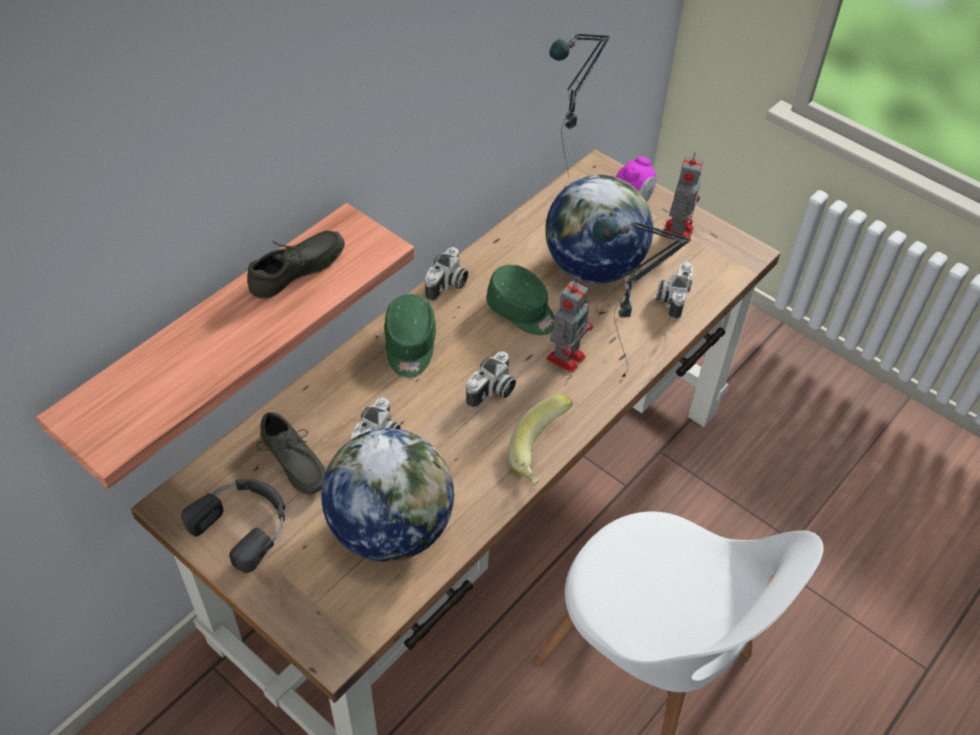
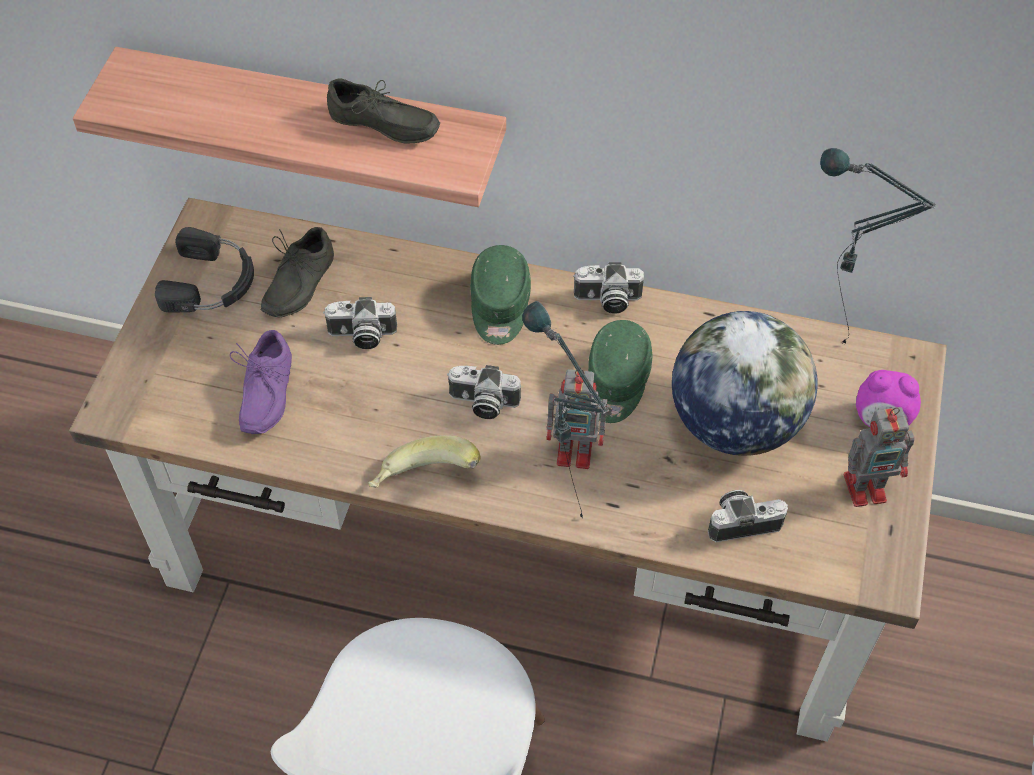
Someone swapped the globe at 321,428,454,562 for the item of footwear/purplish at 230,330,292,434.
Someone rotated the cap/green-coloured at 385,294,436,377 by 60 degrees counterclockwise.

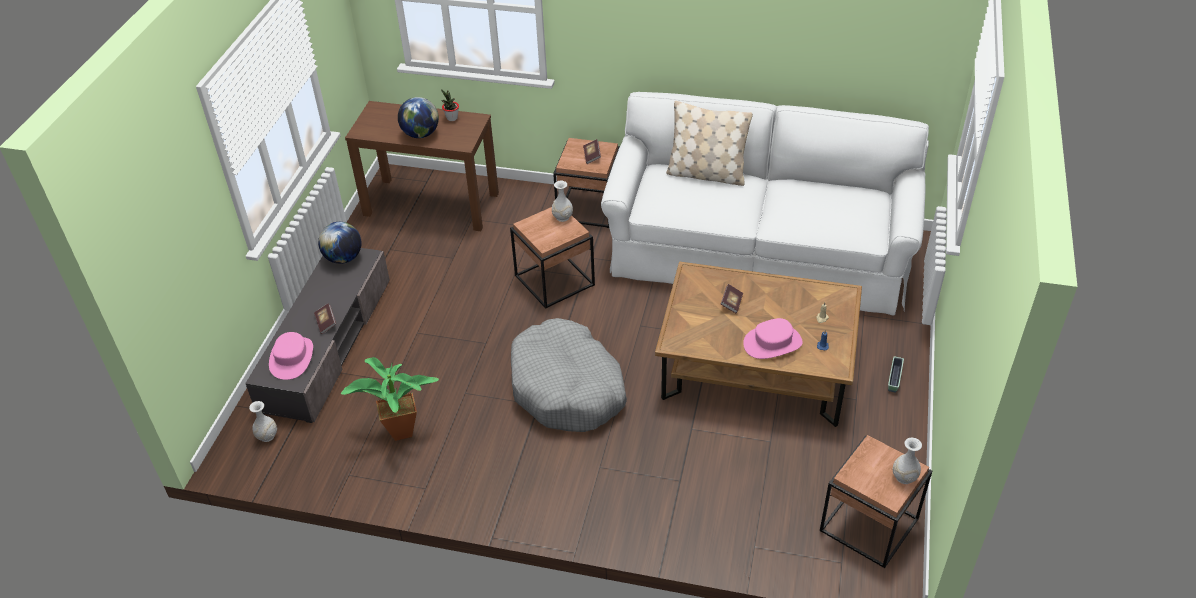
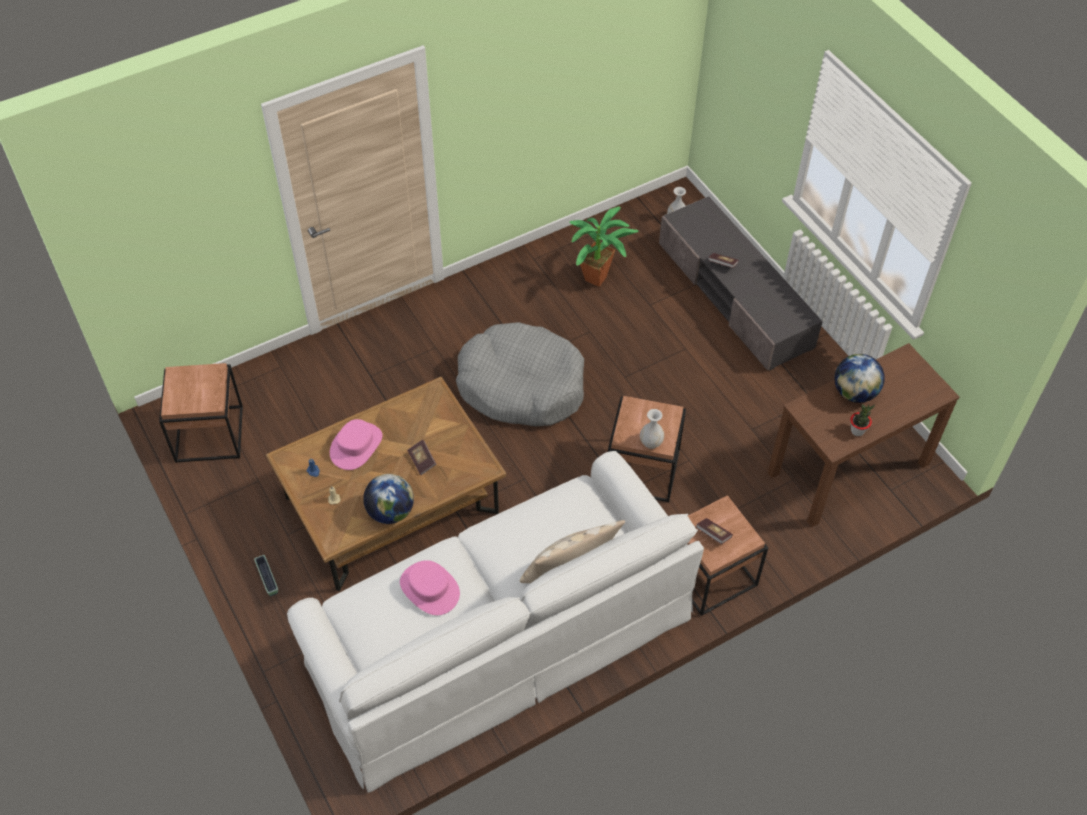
Someone carried the globe from 318,222,361,264 to 363,474,414,524.
Someone carried the wearable hat/pinkish from 269,332,313,380 to 400,560,460,615.
Someone took away the vase/white-coloured at 893,438,922,484.

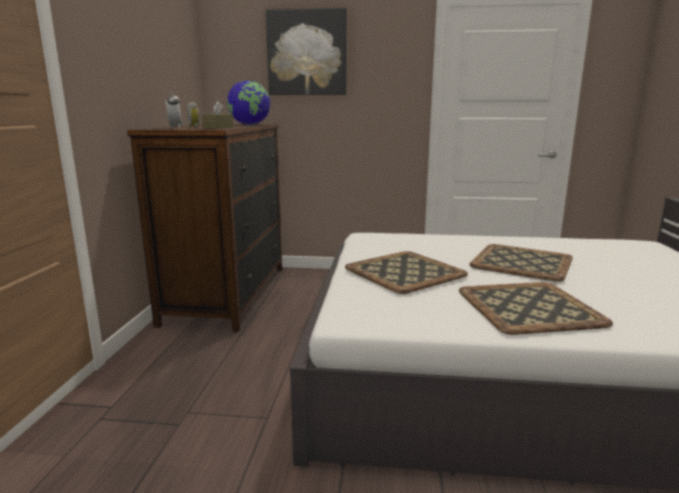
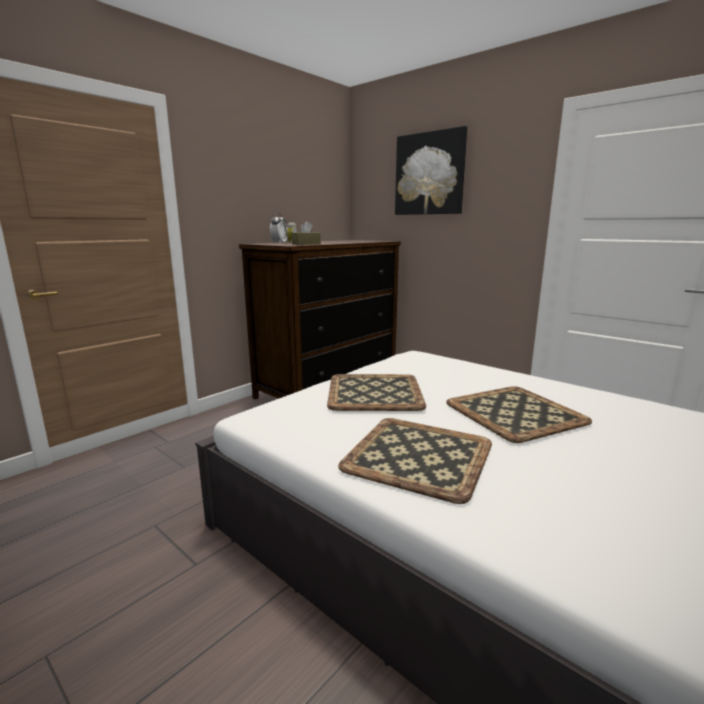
Someone took away the globe at 227,80,270,125.

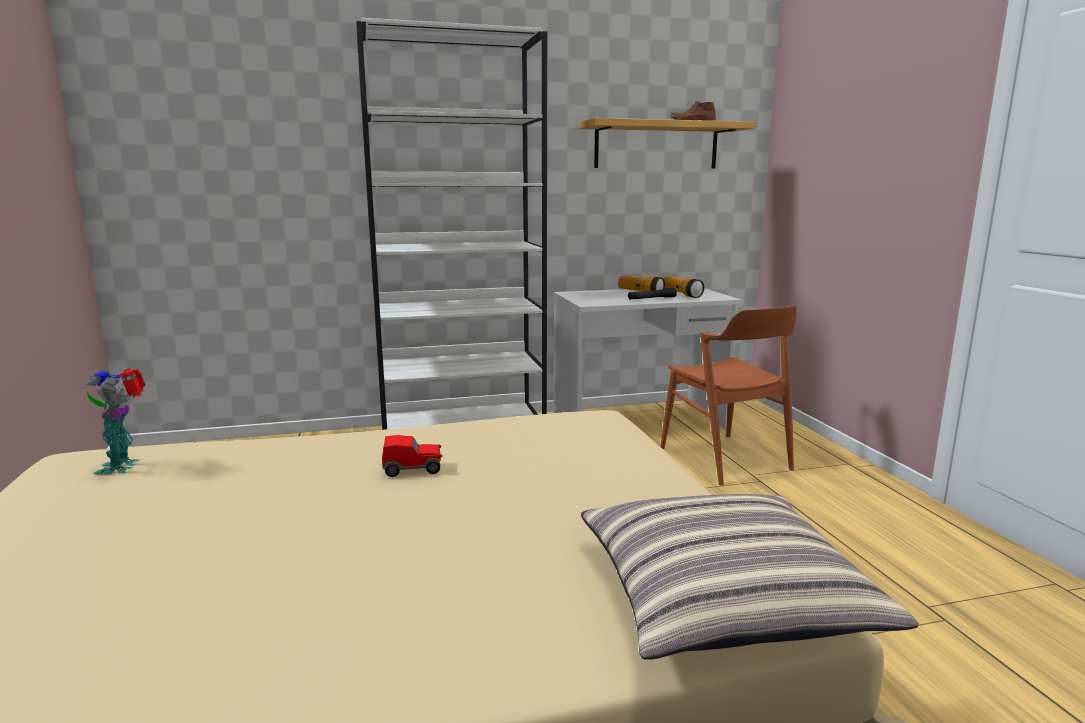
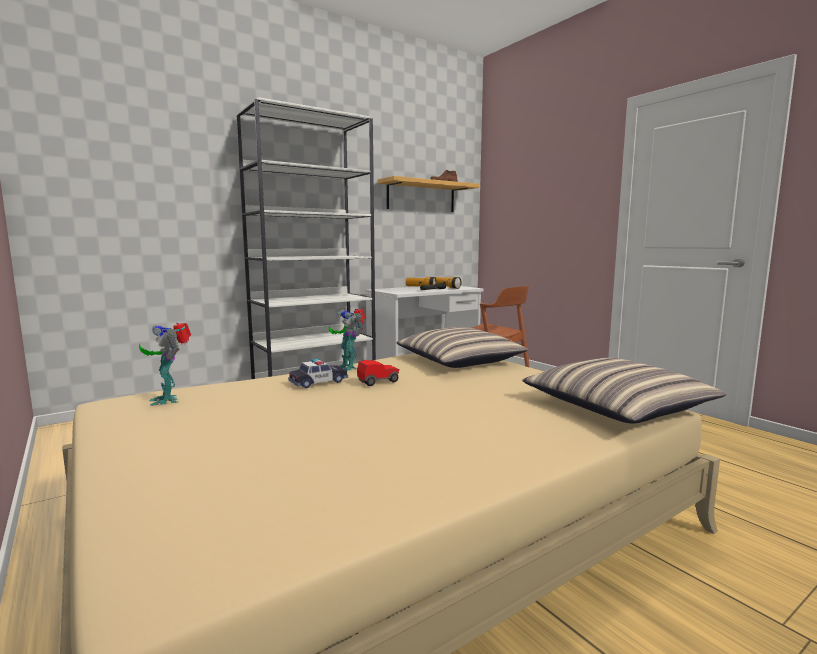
Someone put down the miniature car at 288,359,348,388.
Someone put down the toy robot at 329,309,365,371.
Someone put down the throw pillow at 396,327,528,368.

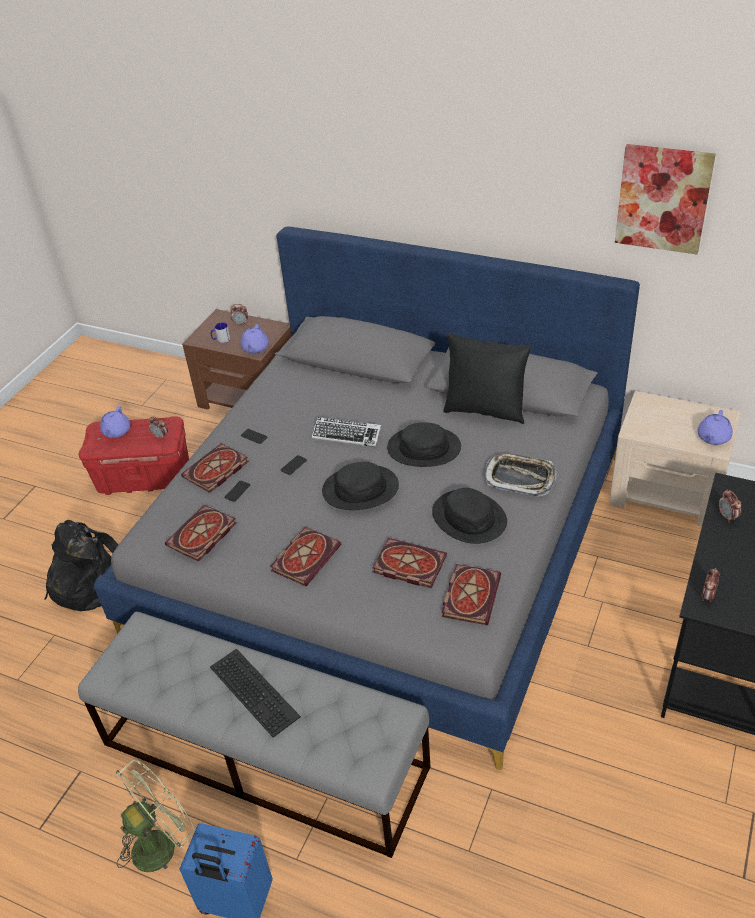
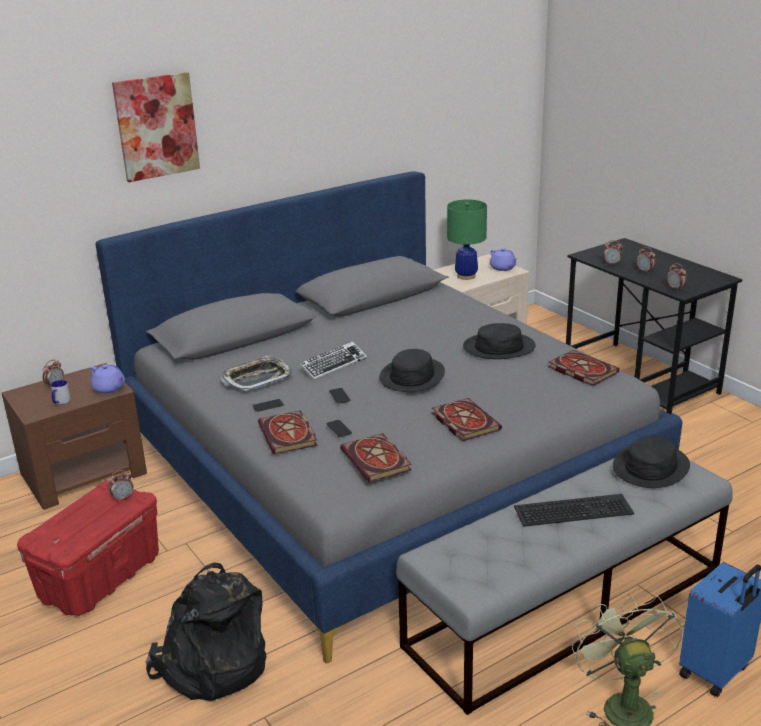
Someone carried the picture from 615,144,716,255 to 112,72,200,182.
Someone carried the serving tray from 485,453,556,496 to 221,356,293,391.
Someone put down the table lamp/green-coloured at 447,200,487,280.
Someone carried the wearable hat/black from 387,422,461,467 to 613,436,690,488.
Someone put down the table clock at 636,247,656,272.
Someone took away the tea pot/purplish at 100,406,130,438.
Someone took away the bound book at 372,538,447,588.
Someone took away the throw pillow/black at 443,333,532,424.

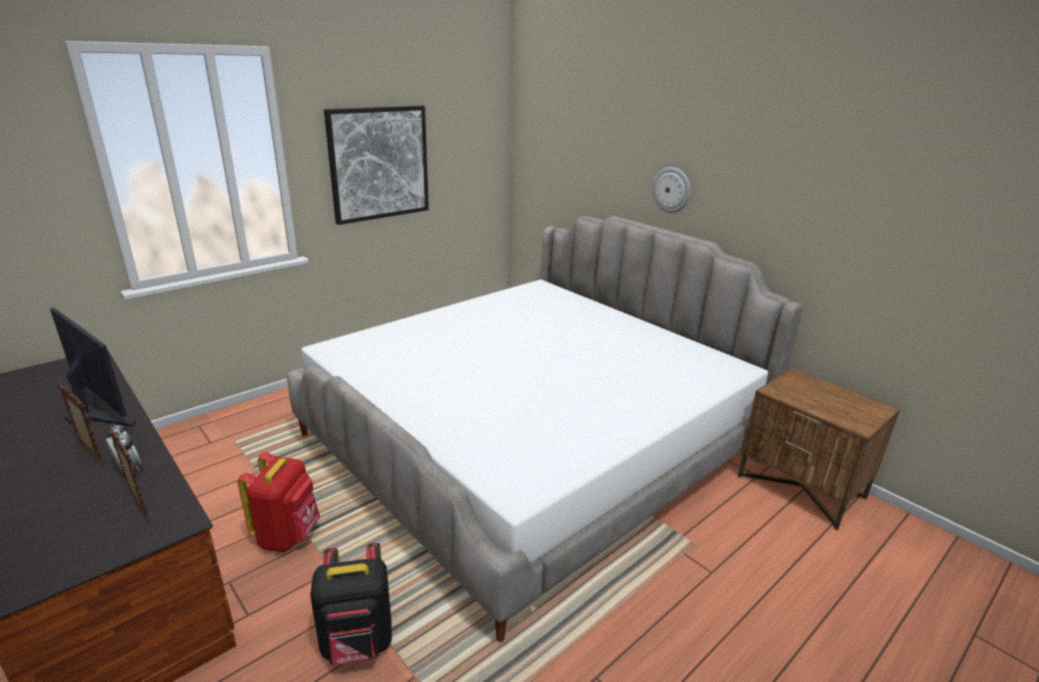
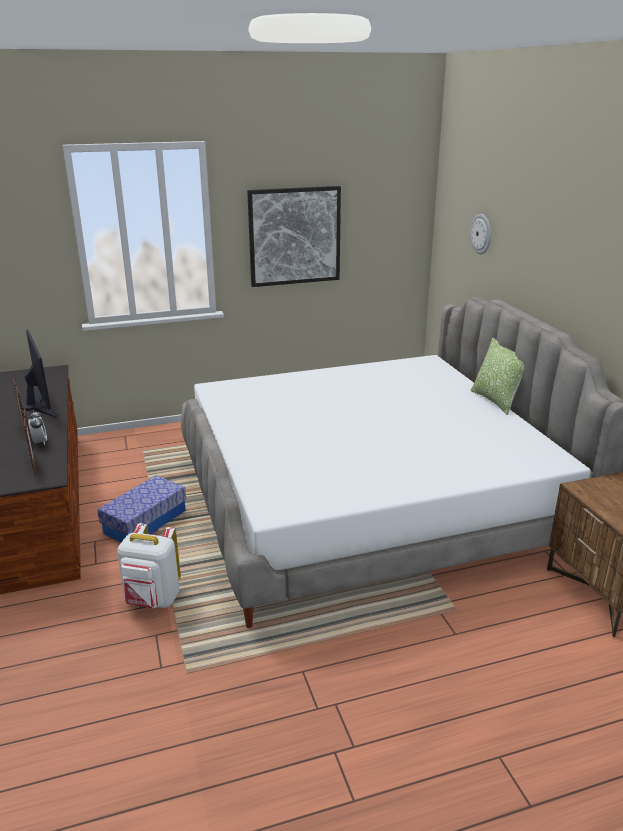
Someone swapped the rucksack/red-coloured at 237,452,320,552 for the storage box at 97,475,186,542.
Someone repainted the rucksack/black at 310,543,392,665, which became the rucksack/white-coloured at 117,523,181,609.
Someone carried the hanging clock from 652,167,690,213 to 470,214,491,254.
Someone put down the throw pillow at 470,338,524,415.

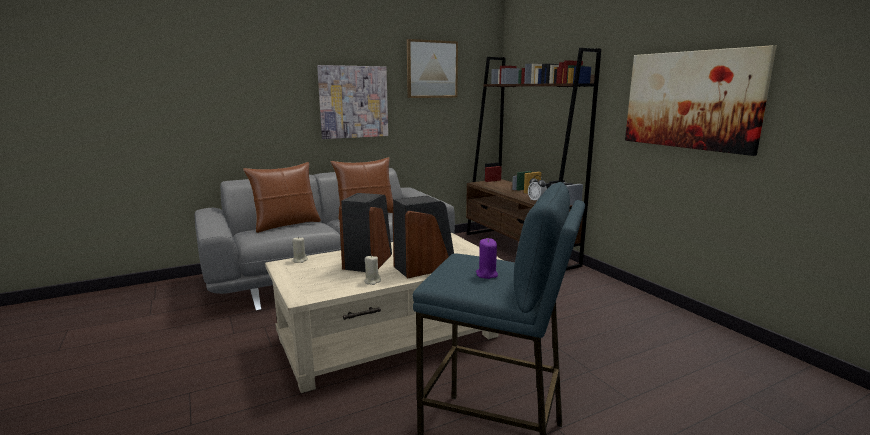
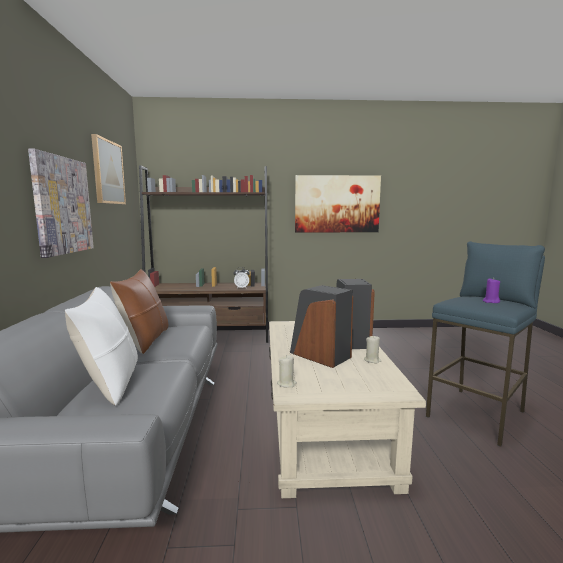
Someone repainted the throw pillow/brown at 243,162,321,233, which became the throw pillow/white-coloured at 65,287,138,406.

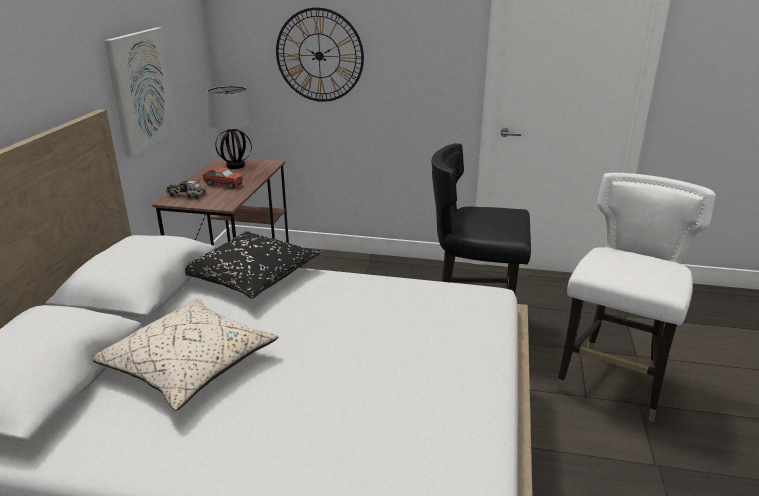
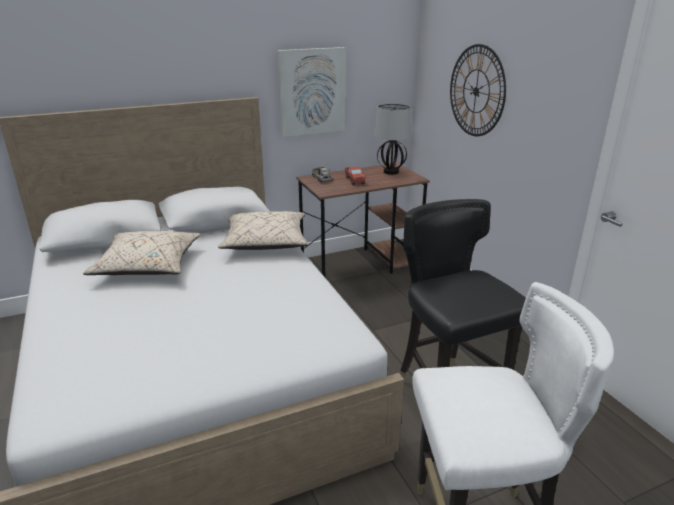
Someone repainted the throw pillow/black at 185,231,322,299, which became the throw pillow/beige-coloured at 218,211,308,250.

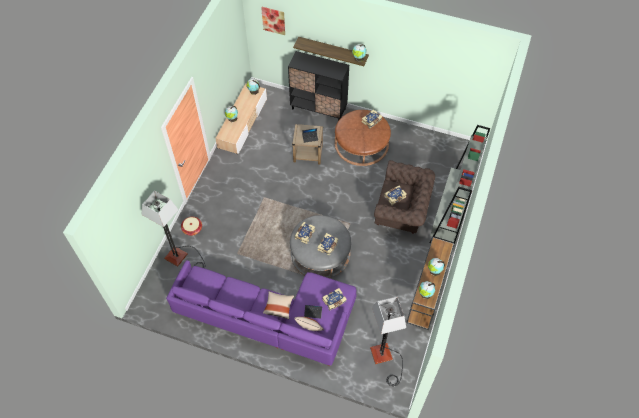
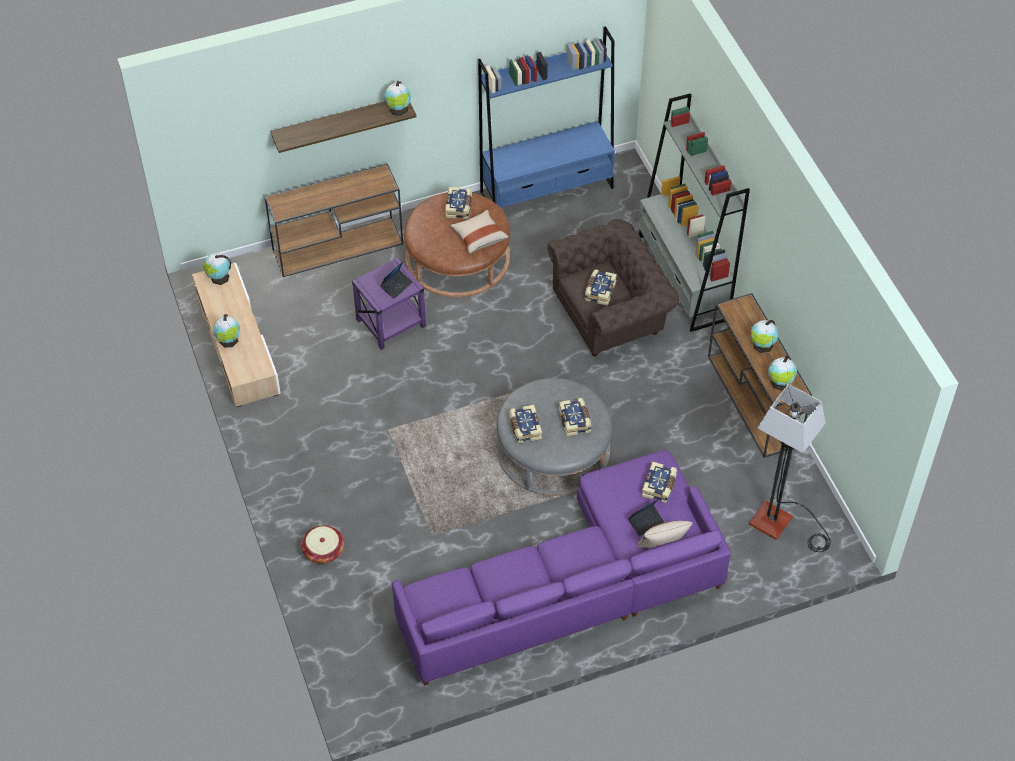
Someone swapped the storage cabinet/black at 288,51,349,121 for the console table/brown at 264,163,403,277.
Someone repainted the accent table/beige-coloured at 292,124,323,164, which became the accent table/purplish at 352,258,426,350.
Someone carried the throw pillow/beige-coloured from 263,291,294,319 to 450,210,509,254.
Someone put down the shelving unit/blue-coloured at 478,27,615,208.
Someone took away the standing lamp at 142,191,205,268.
Someone took away the picture at 261,7,285,35.

